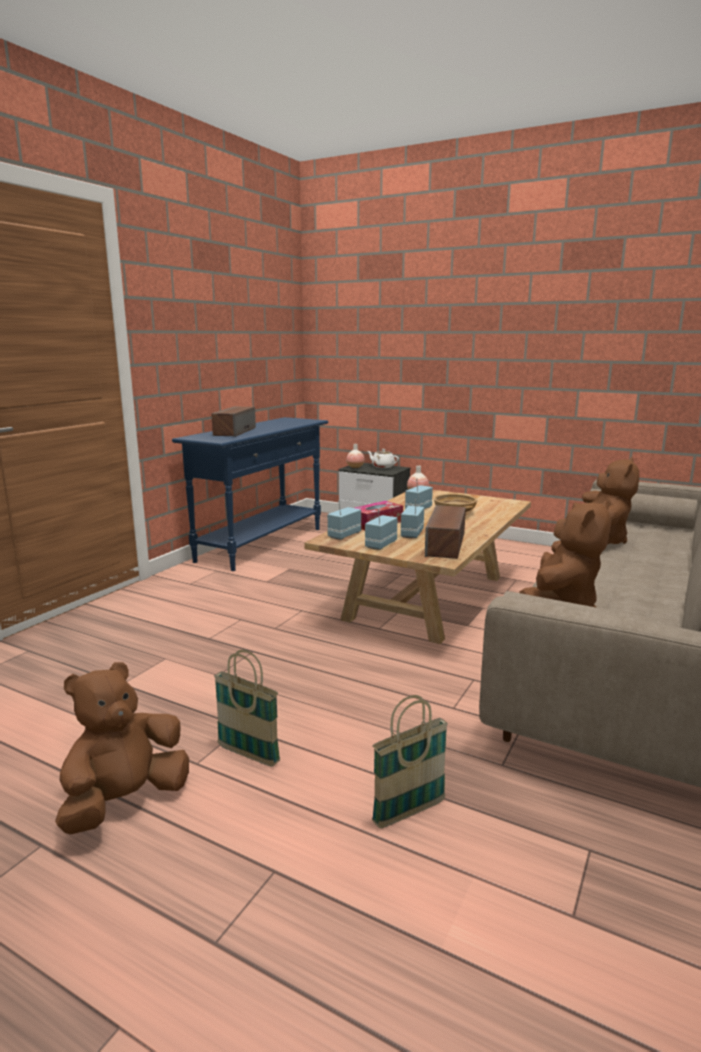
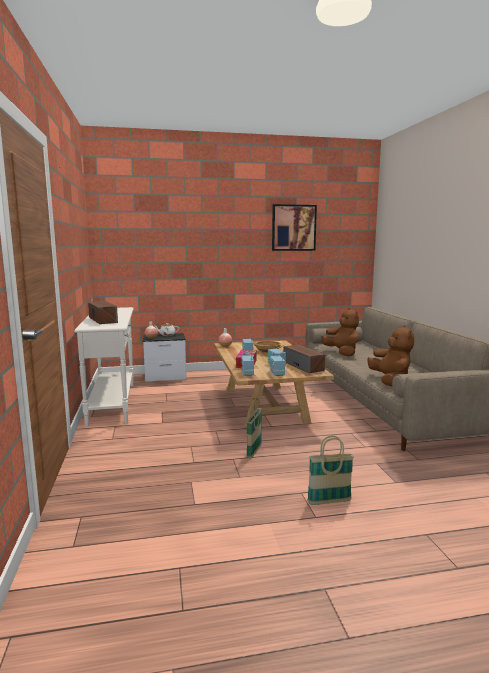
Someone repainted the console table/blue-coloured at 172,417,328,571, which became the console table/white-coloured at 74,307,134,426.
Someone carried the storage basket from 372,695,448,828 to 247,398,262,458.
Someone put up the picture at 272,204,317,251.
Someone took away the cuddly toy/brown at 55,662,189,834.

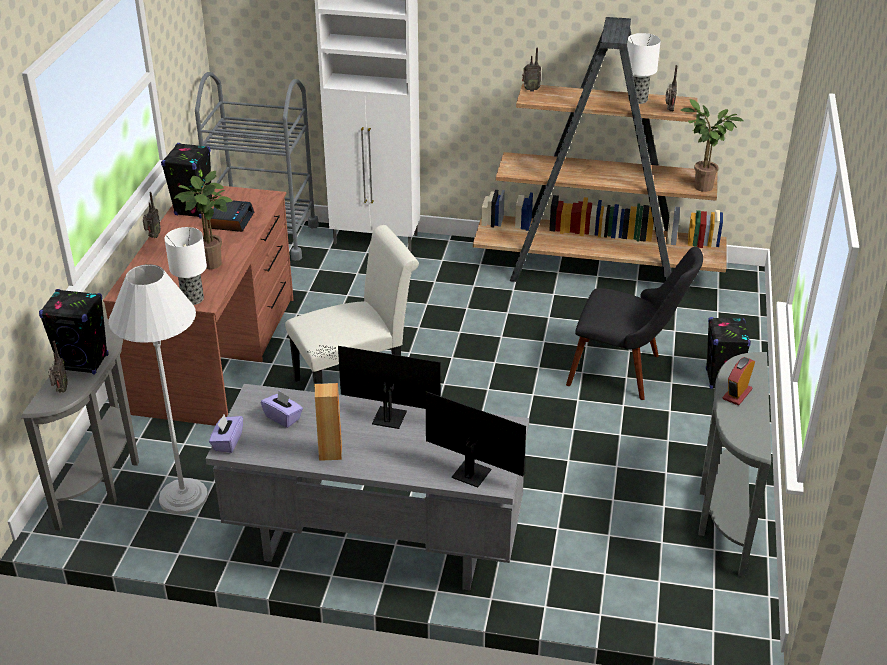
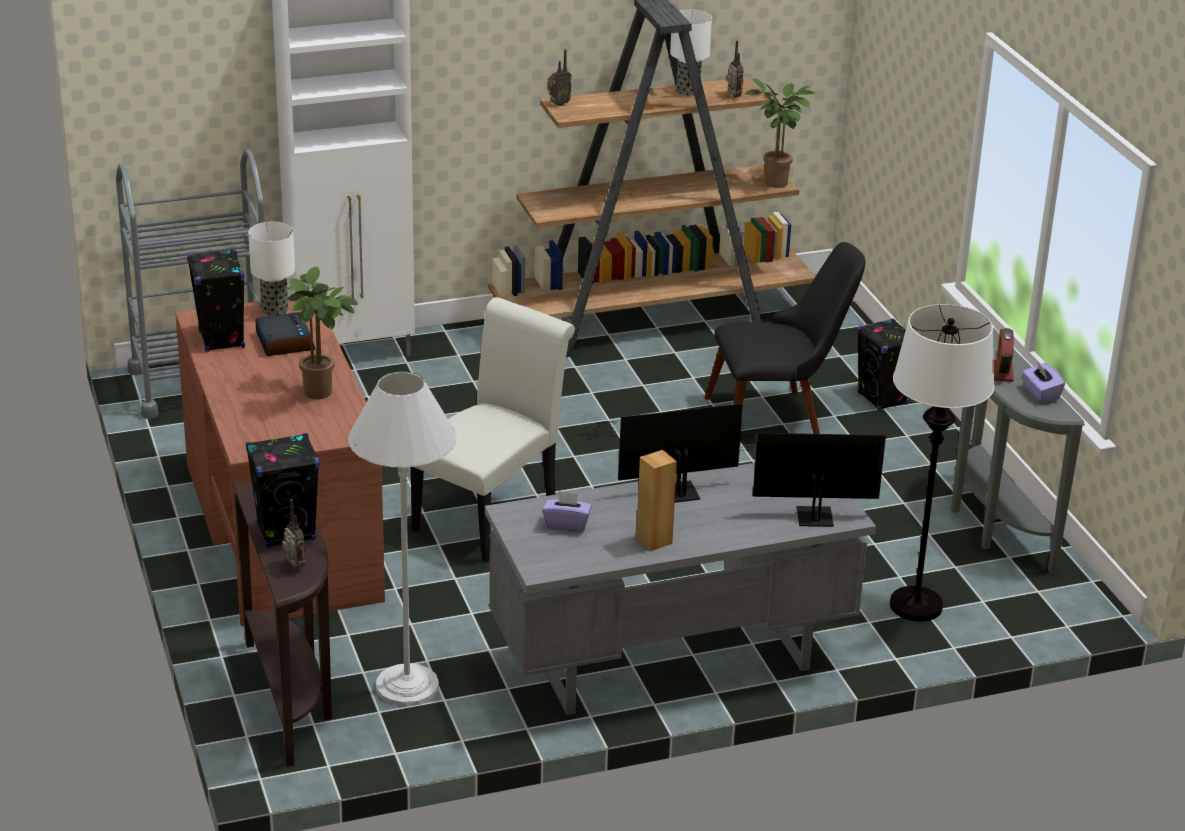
Someone repainted the console table/gray at 21,318,139,530, which became the console table/brown at 233,483,332,767.
Someone carried the table lamp from 164,227,207,305 to 248,222,295,316.
Someone put down the standing lamp/white-coloured at 890,304,995,622.
Someone carried the tissue holder/purplish from 209,414,243,453 to 1022,363,1065,403.
Someone took away the radio receiver at 143,192,161,238.

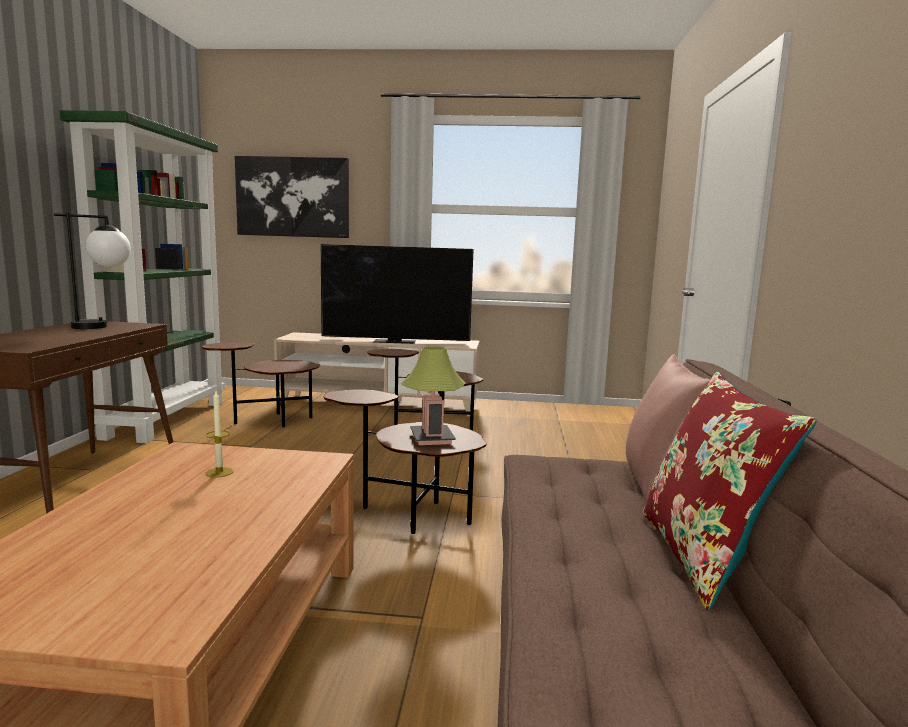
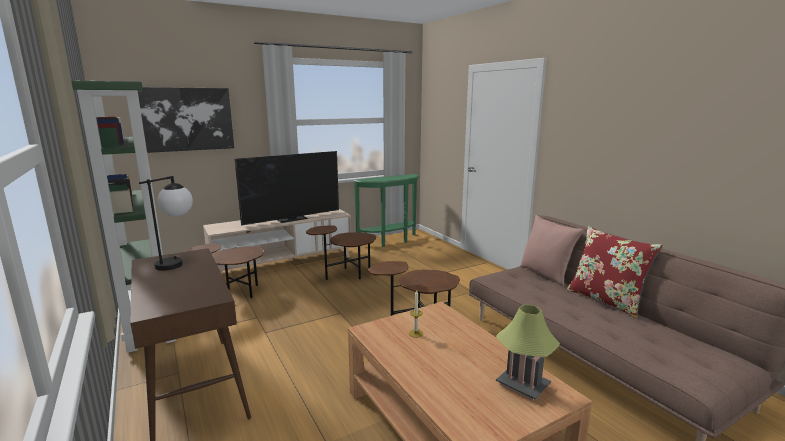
Someone put down the console table/green-coloured at 353,174,419,247.
Someone carried the table lamp from 401,346,465,445 to 496,305,560,401.

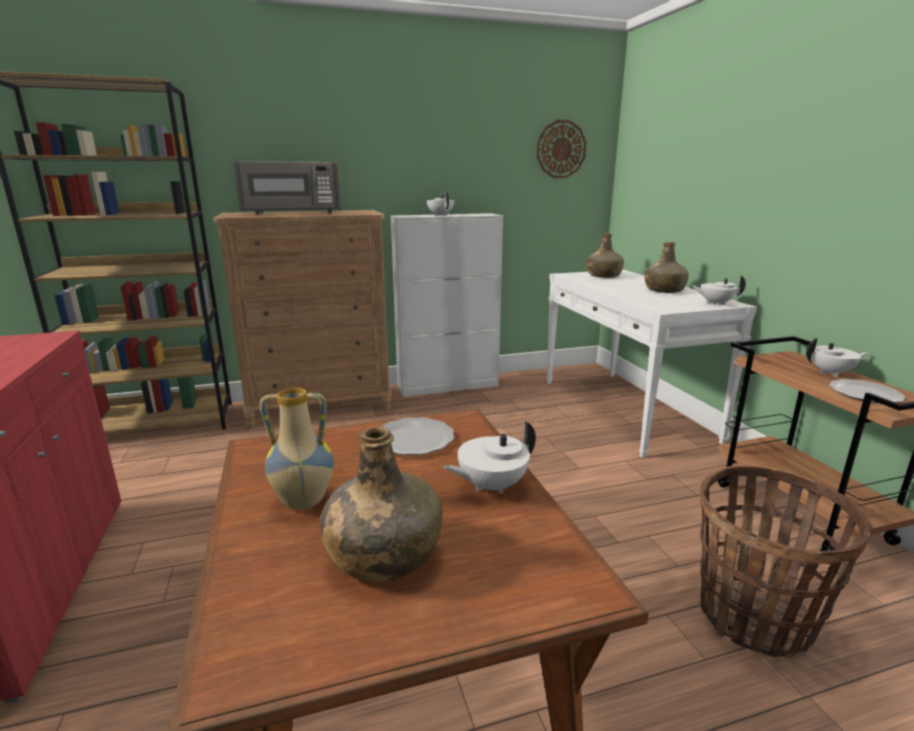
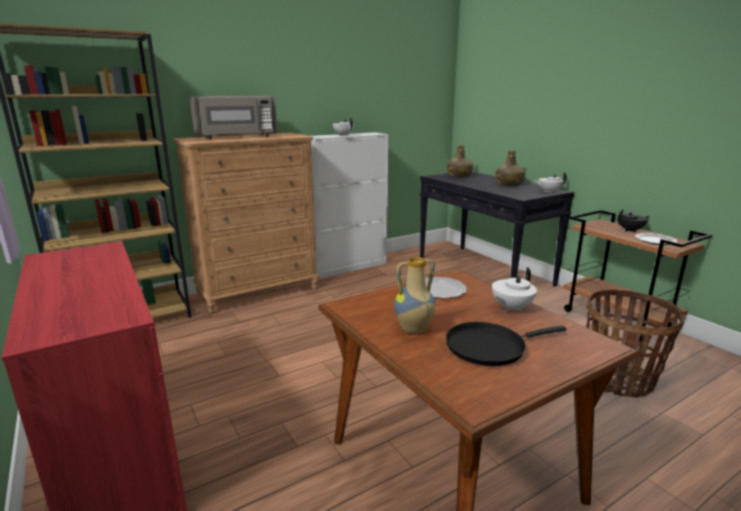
Someone repainted the console table/white-coloured at 546,270,757,458, which became the console table/black at 420,172,574,286.
Someone swapped the beverage bottle/green-coloured at 320,427,442,582 for the frying pan/black at 446,322,566,366.
Someone repainted the tea pot/white-coloured at 806,338,869,377, which became the tea pot/black at 617,209,650,233.
Someone took away the hanging clock at 536,120,586,178.

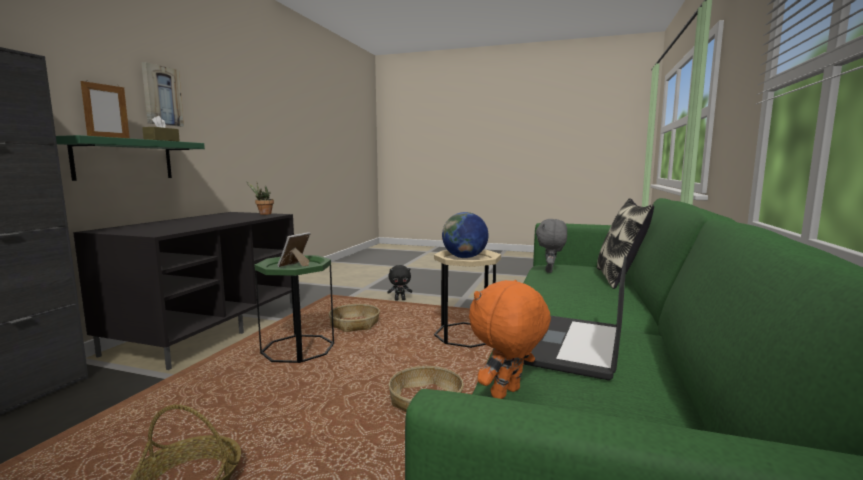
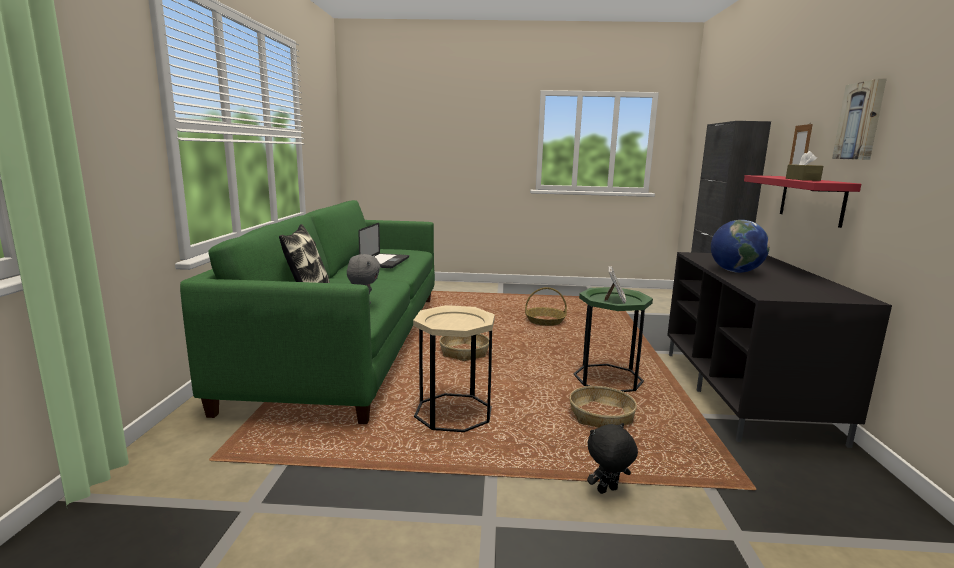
Someone carried the globe from 442,212,488,258 to 711,220,770,273.
Someone repainted the wall shelf/green-coloured at 56,135,205,181, which became the wall shelf/red-coloured at 744,175,861,228.
Someone took away the plant in a pot at 247,182,274,215.
Someone took away the cuddly toy/orangey at 469,280,551,399.

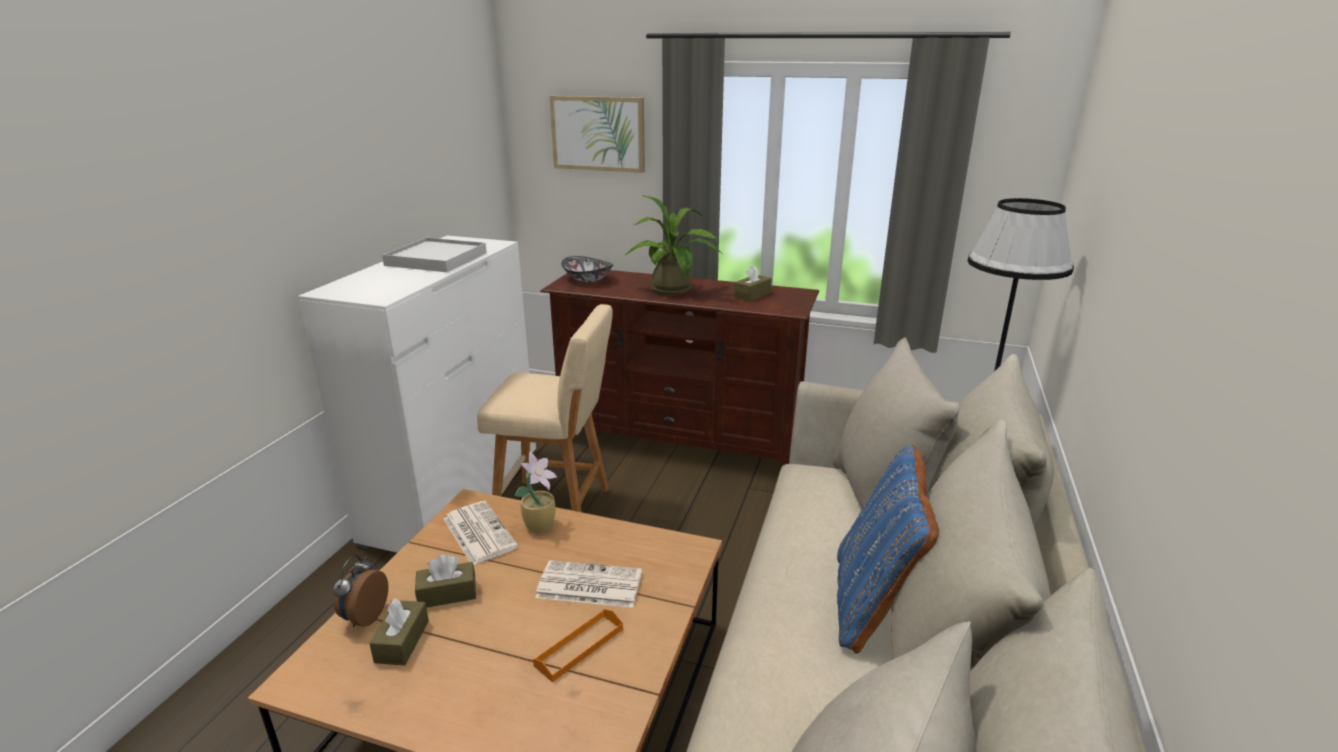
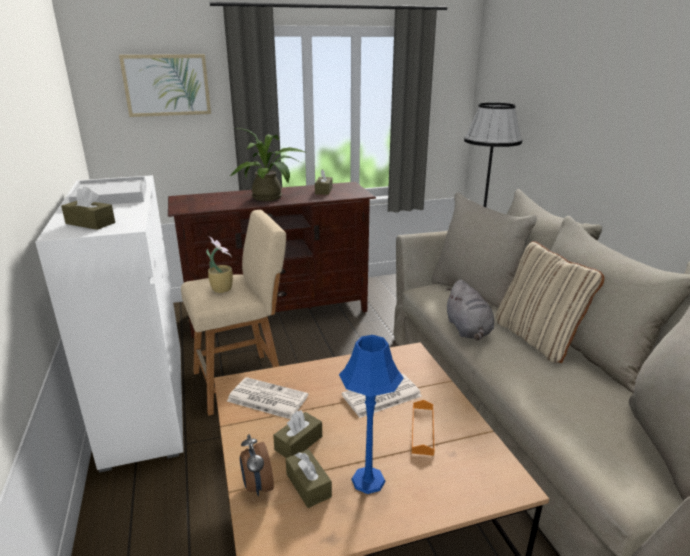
Someone put down the tissue holder/brown at 61,186,115,230.
Someone carried the plant in a pot from 515,451,557,533 to 206,236,233,293.
Someone put down the table lamp/blue-coloured at 339,335,404,494.
Someone put down the cuddly toy/gray at 446,279,494,340.
Someone repainted the throw pillow/blue-coloured at 837,445,939,654, which became the throw pillow/beige-coloured at 495,241,604,363.
Someone took away the deep dish at 561,256,613,283.

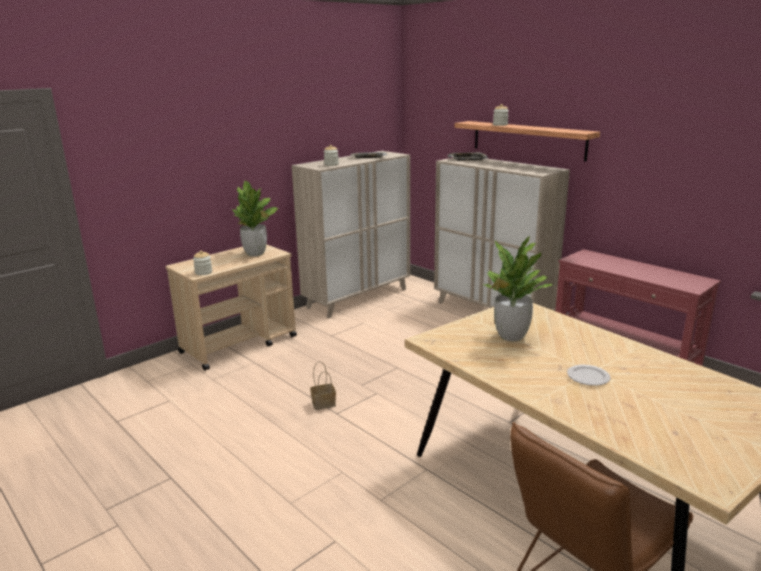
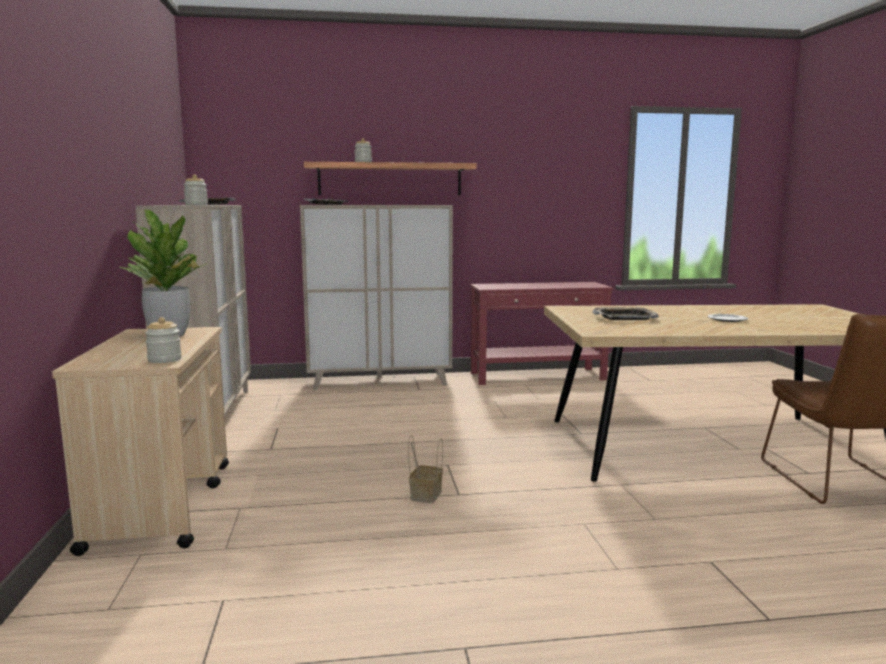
Someone swapped the plant in a pot at 483,236,552,341 for the serving tray at 592,307,659,320.

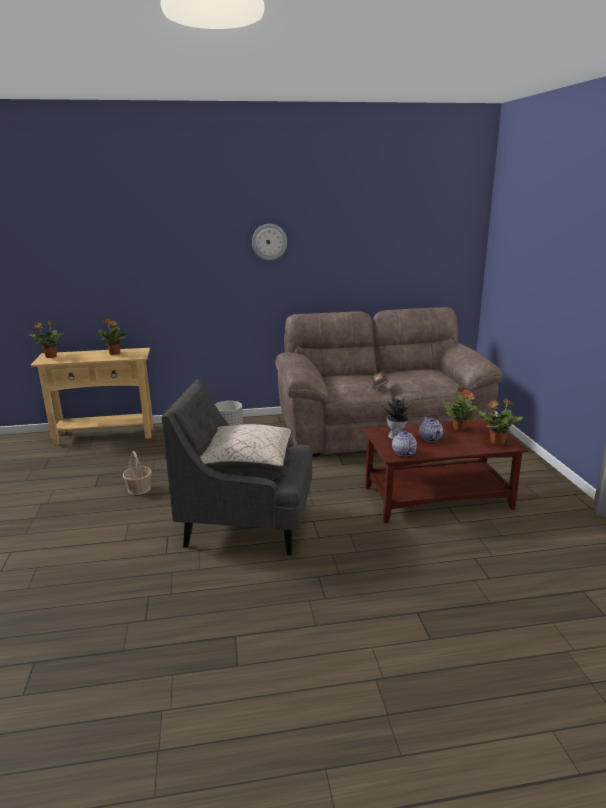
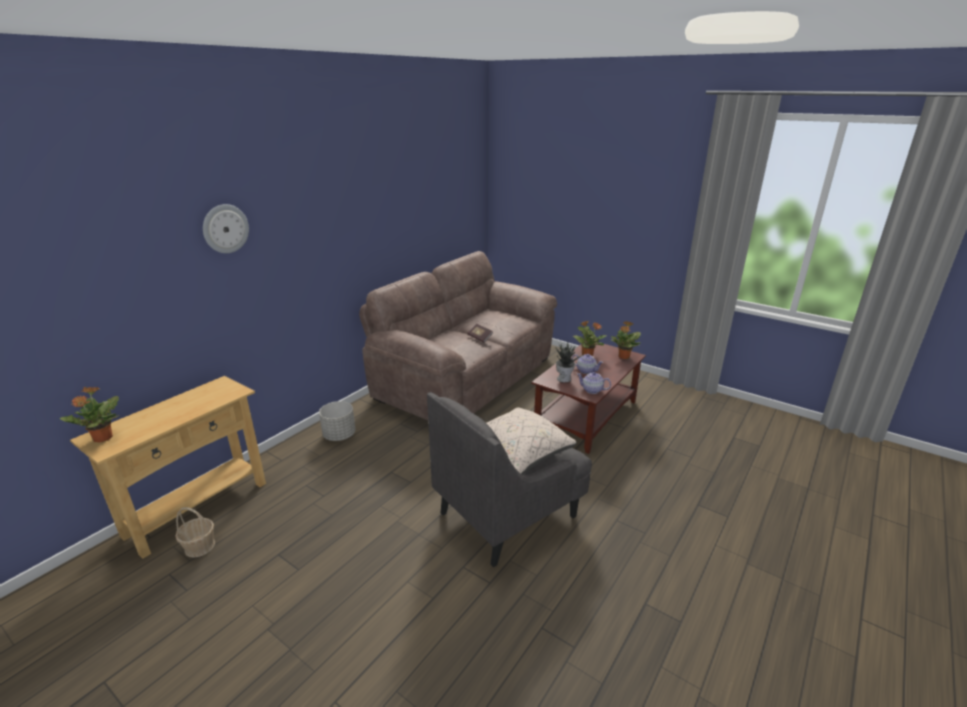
Someone carried the storage basket from 123,451,152,495 to 175,507,215,558.
Someone carried the hanging clock from 252,224,287,260 to 203,204,249,253.
Someone took away the plant in a pot at 98,318,128,355.

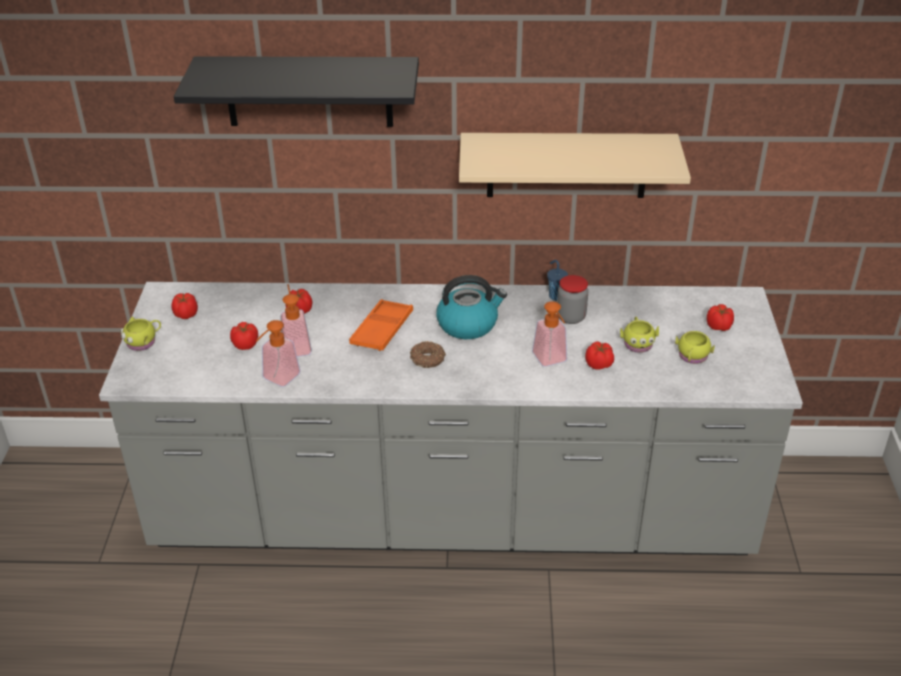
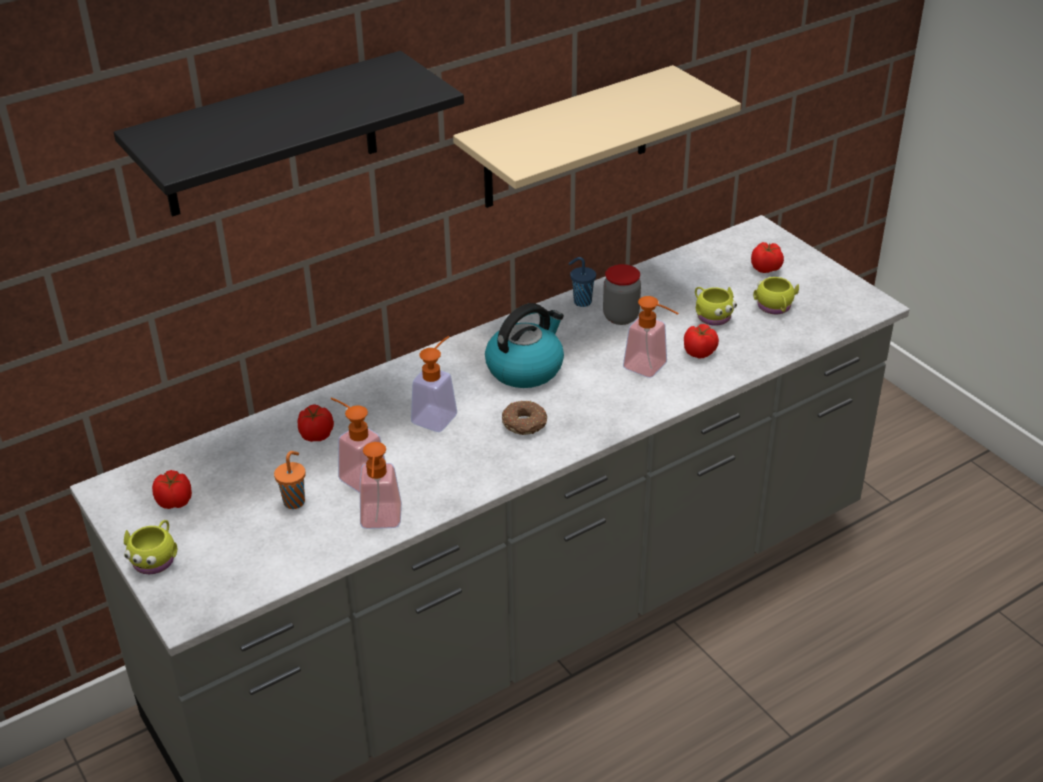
Someone swapped the tomato at 230,322,258,350 for the cup/orangey at 274,451,306,509.
Someone swapped the serving tray/orangey at 349,299,413,351 for the soap dispenser at 411,336,457,432.

